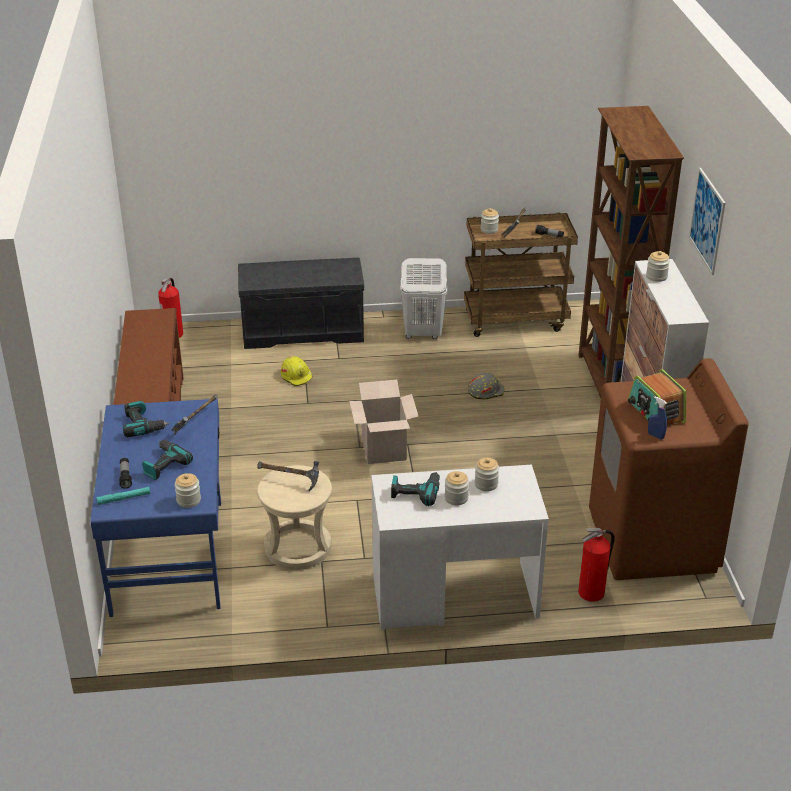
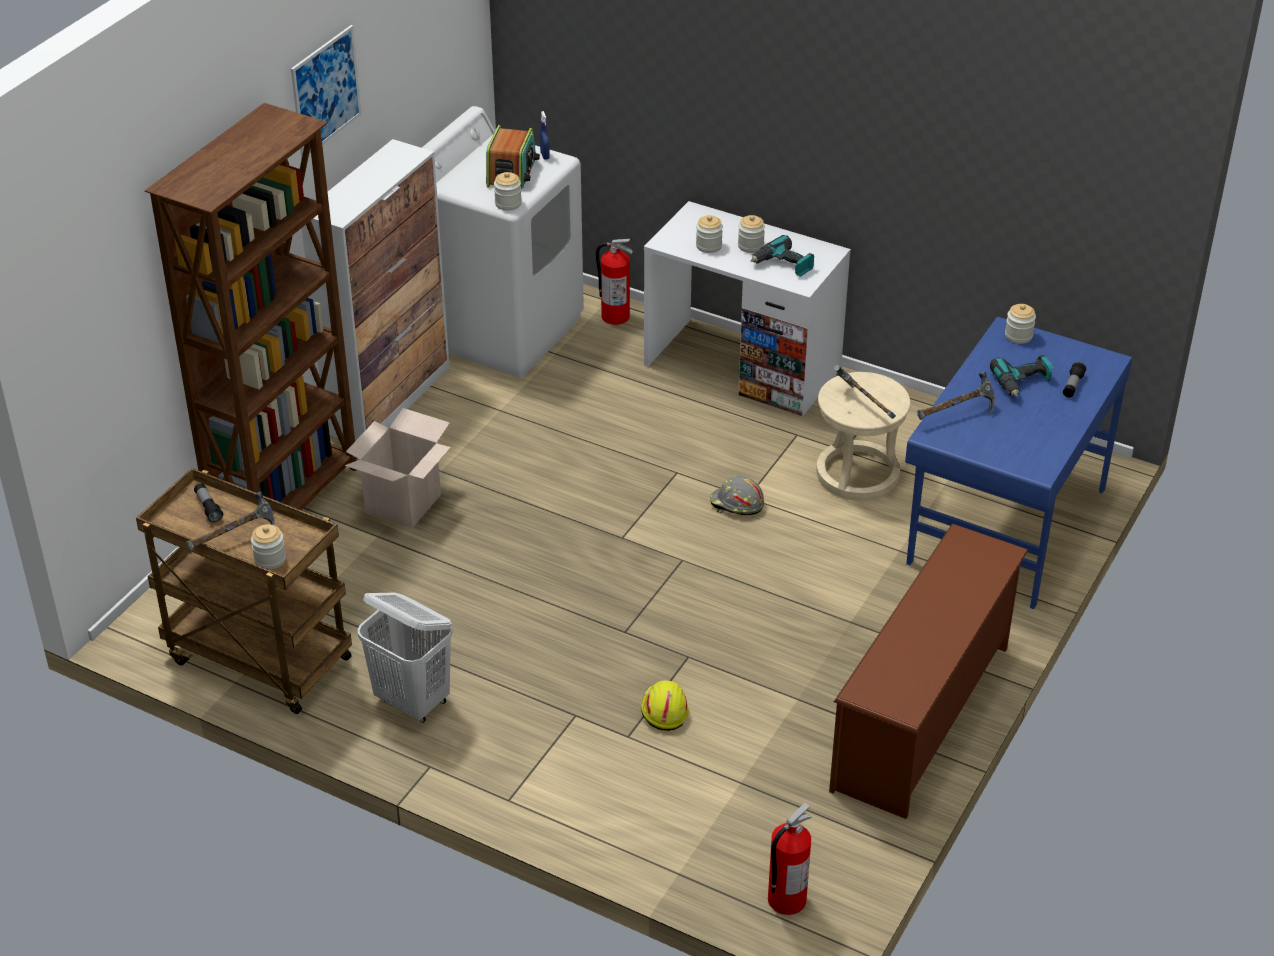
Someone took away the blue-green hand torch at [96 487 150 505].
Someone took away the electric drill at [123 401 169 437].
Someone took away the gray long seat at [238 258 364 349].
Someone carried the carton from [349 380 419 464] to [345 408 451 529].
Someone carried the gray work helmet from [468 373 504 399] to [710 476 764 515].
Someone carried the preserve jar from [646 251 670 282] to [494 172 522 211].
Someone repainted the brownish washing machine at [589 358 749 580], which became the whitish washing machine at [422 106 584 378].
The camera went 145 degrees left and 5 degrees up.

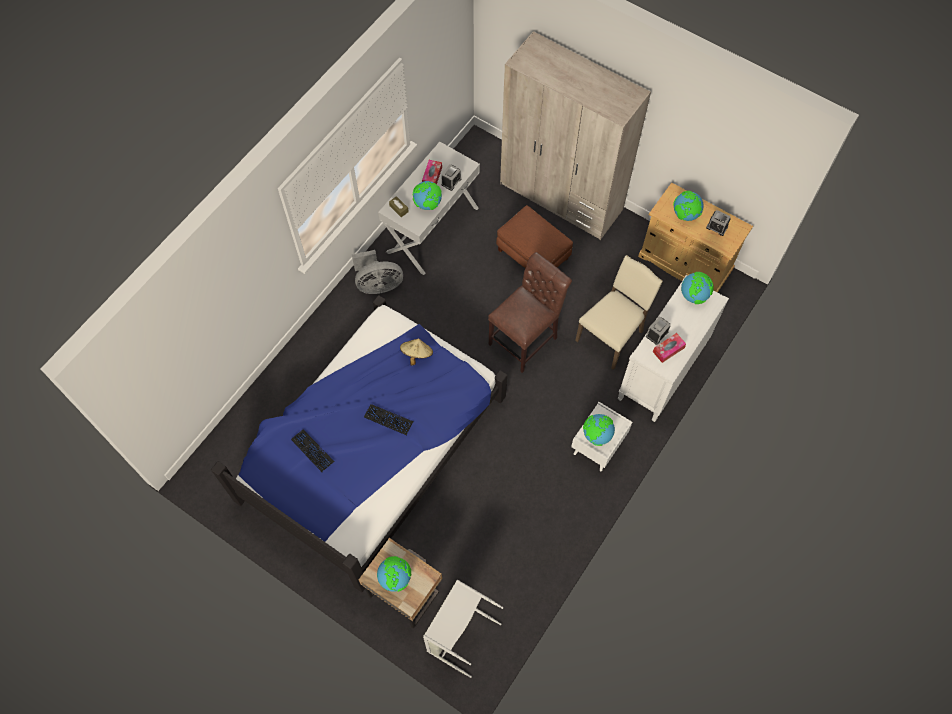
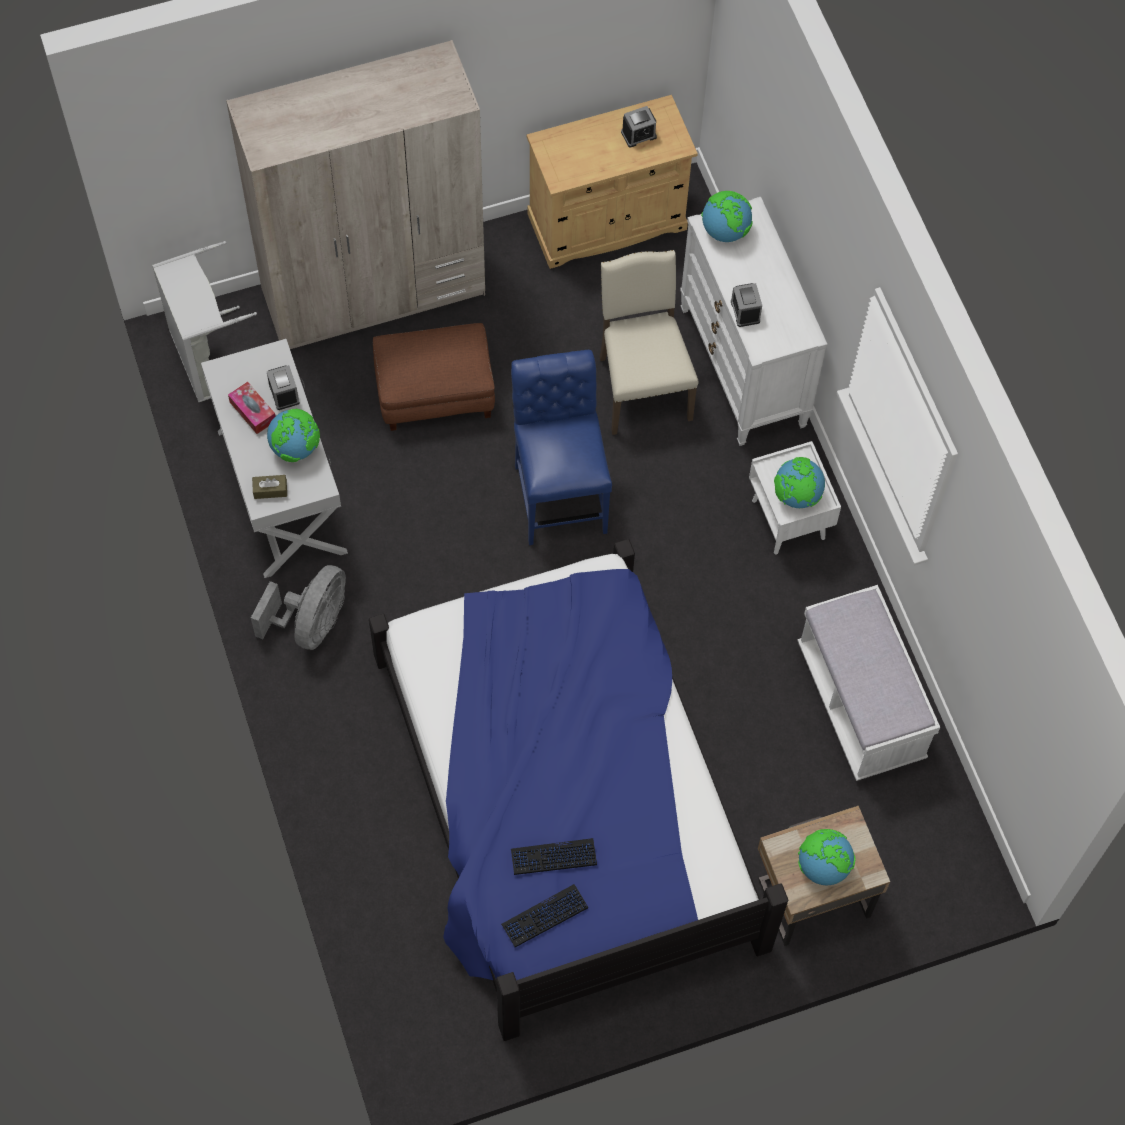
Someone took away the sand-coloured hat at [400 338 433 366].
Someone took away the box of tissues at [653 333 686 363].
Someone took away the globe at [673 191 704 221].
Someone put down the whitish long seat at [797 585 940 781].
Someone carried the computer keyboard from [364 404 414 435] to [501 884 588 948].
Someone carried the gray washing basket from [423 580 503 678] to [152 241 257 402].
Someone repainted the brownish plain chair at [488 252 572 373], which became the bluish plain chair at [511 350 612 545].
The camera went 55 degrees left and 0 degrees up.

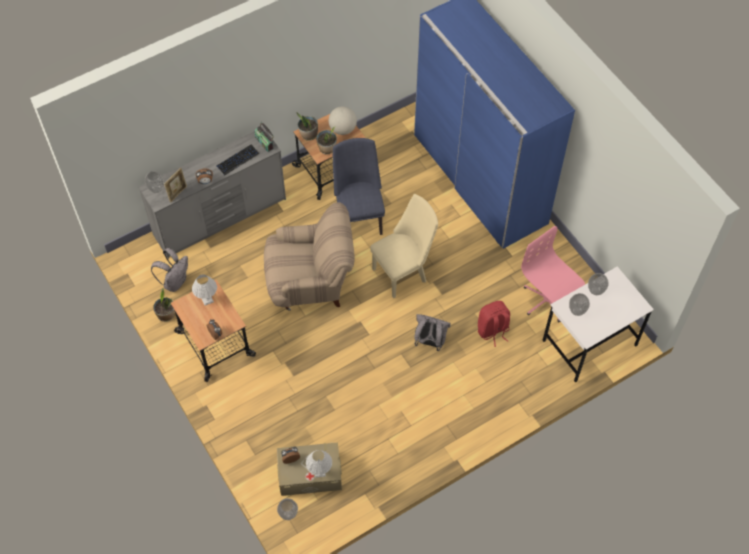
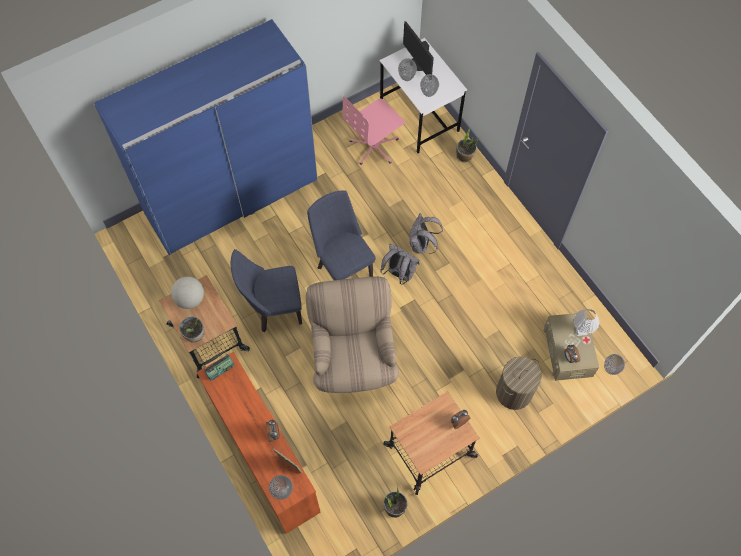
Someone took away the whitish tabletop lamp at [192 274 217 306].
Someone took away the computer keyboard at [216 145 259 176].
Someone took away the red knapsack at [478 301 510 347].
Someone put down the monitor at [403 21 434 75].
Someone put down the washing basket at [496 357 542 410].
Someone carried the gray knapsack from [151 248 188 292] to [380 244 420 285].
Someone carried the plant in a pot from [316 127 337 155] to [456 129 479 163].
Someone repainted the gray drawer chest at [138 127 286 259], which became the orange-coloured drawer chest at [196 352 321 534].
Someone repainted the sand-coloured plain chair at [370 194 438 299], which became the bluish plain chair at [307 191 375 280].
The camera went 90 degrees left and 5 degrees up.

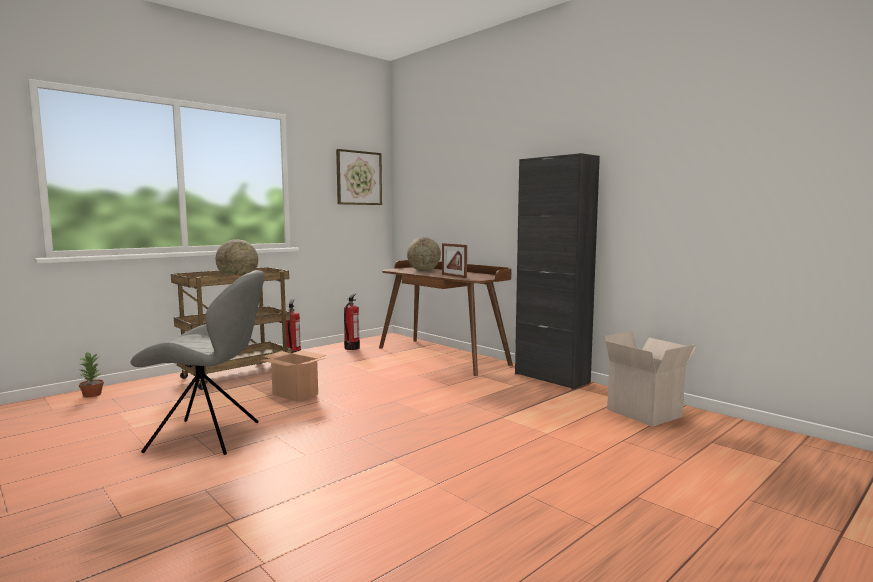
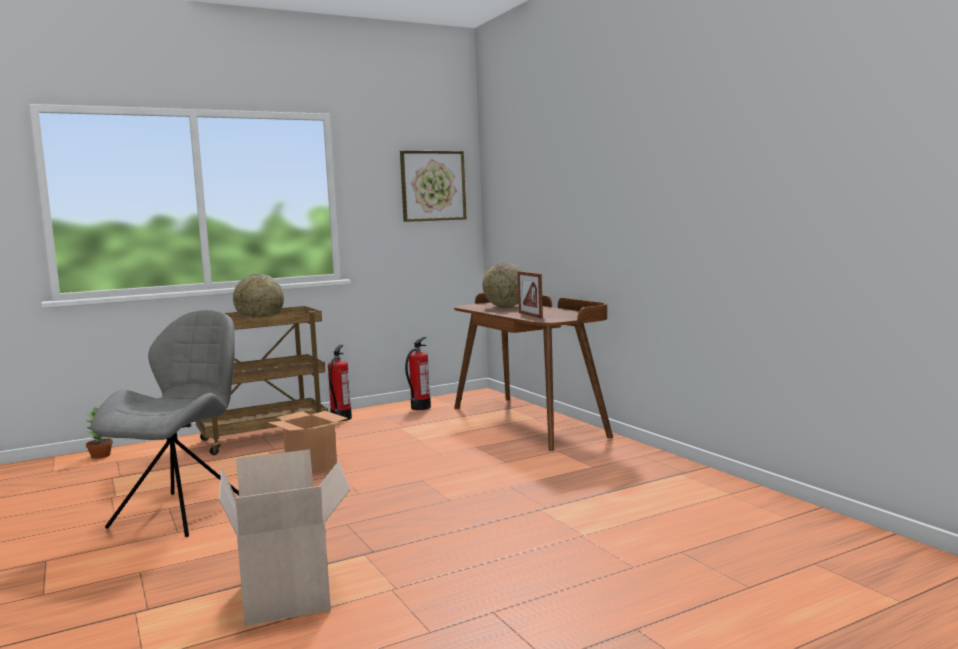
Someone took away the black-coloured storage cabinet at [515 153 600 390].
Someone carried the carton from [605 331 696 427] to [219 449 351 626].
Someone rotated the gray plain chair at [130 270 265 455] by 90 degrees counterclockwise.
The camera went 15 degrees right and 0 degrees up.

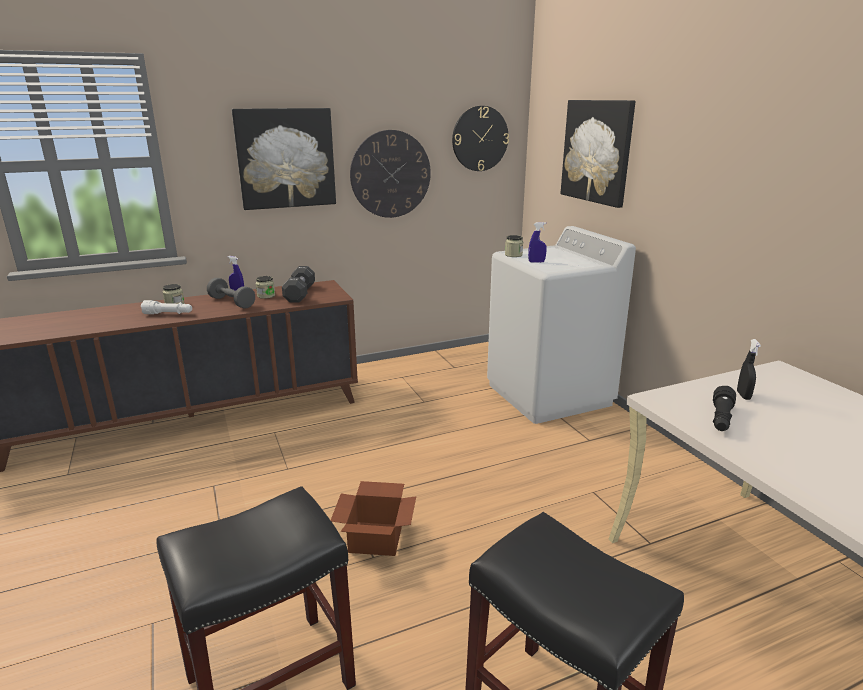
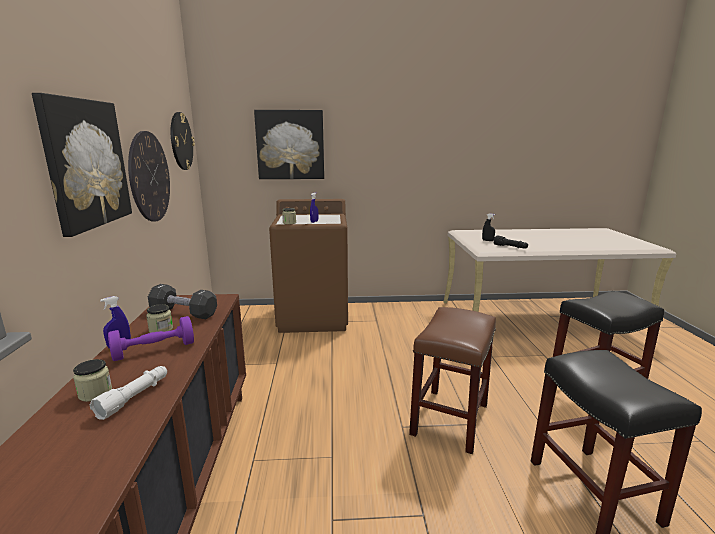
Someone swapped the carton at [331 481 416 556] for the brownish stool seat at [409 307 496 454].
Someone repainted the gray hand weight at [207 278 255 309], which became the purple hand weight at [108 316 194 361].
Someone repainted the whitish washing machine at [487 226 636 424], which became the brownish washing machine at [269 199 348 333].
The camera went 70 degrees left and 5 degrees down.

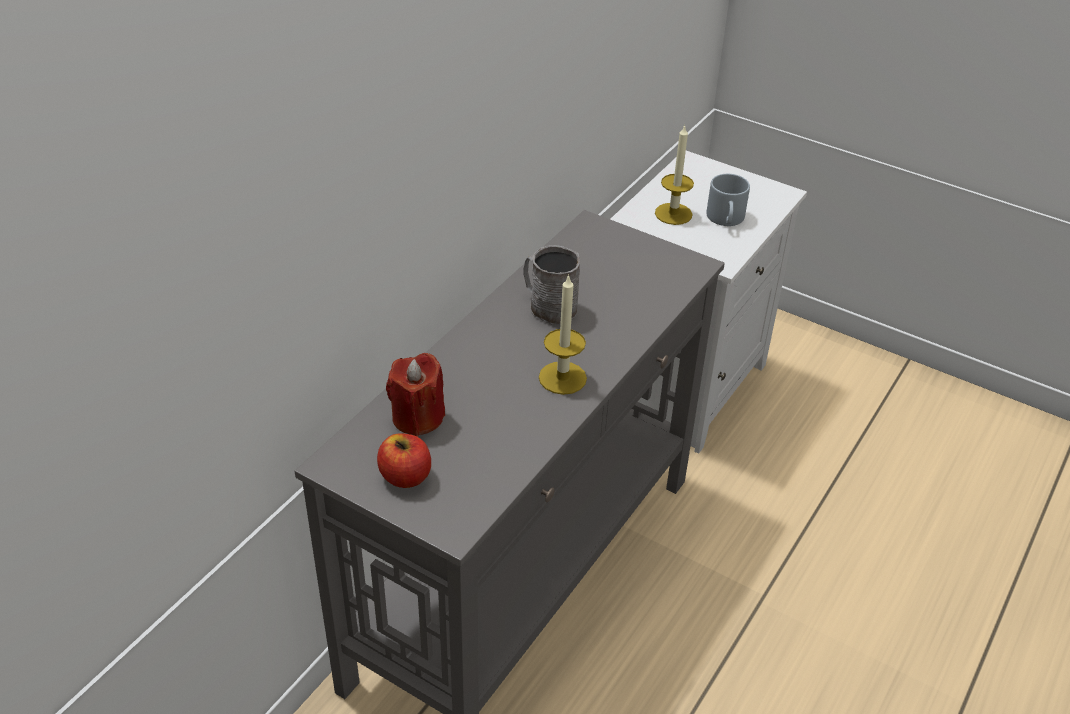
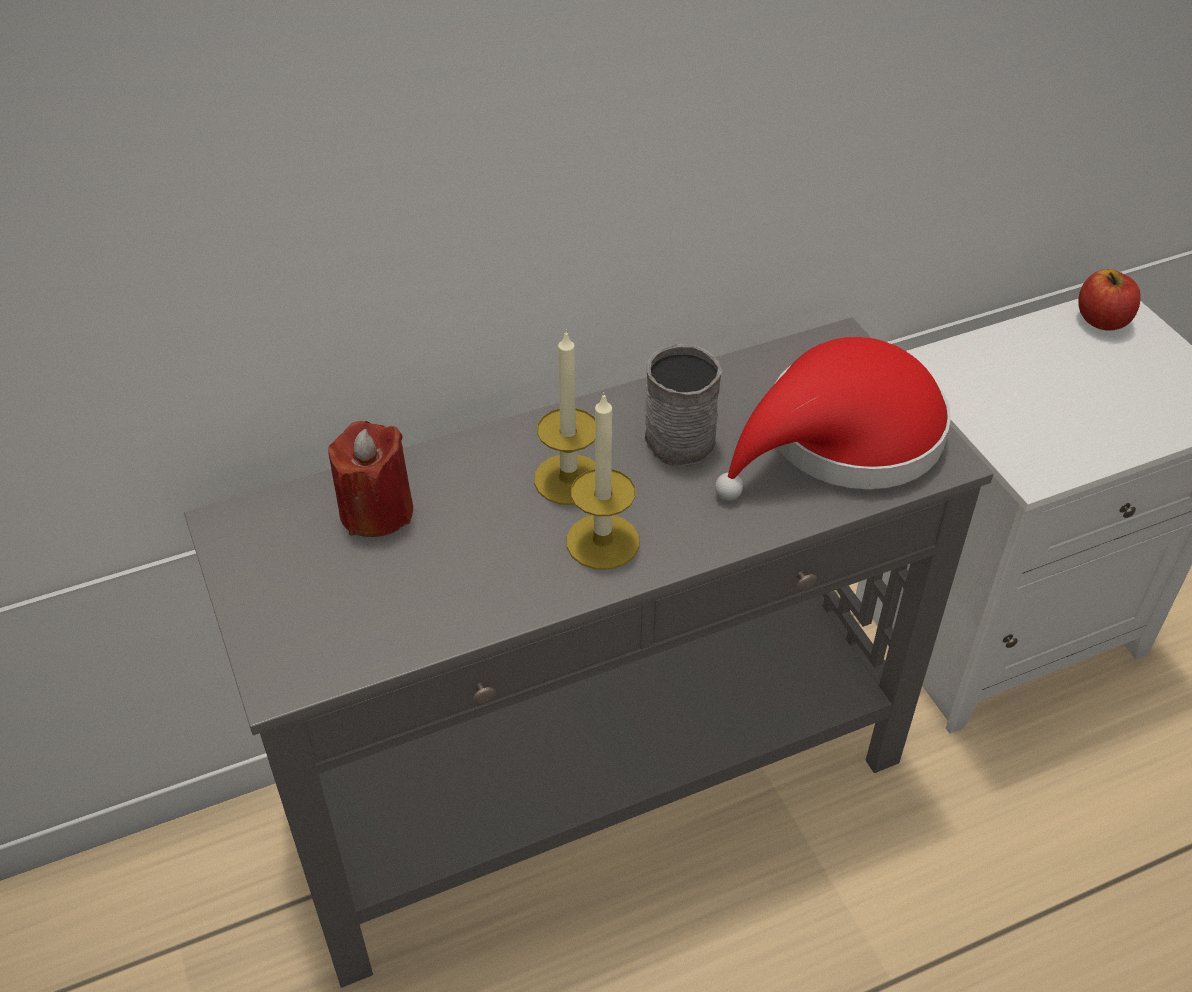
Someone took away the gray mug at [706 174 750 226].
Someone put down the red hat at [715 337 951 501].
Someone carried the whole apple from [377 433 431 488] to [1078 269 1141 331].
Someone carried the wax candle from [655 125 694 225] to [534 330 595 505].
The camera went 35 degrees right and 5 degrees up.

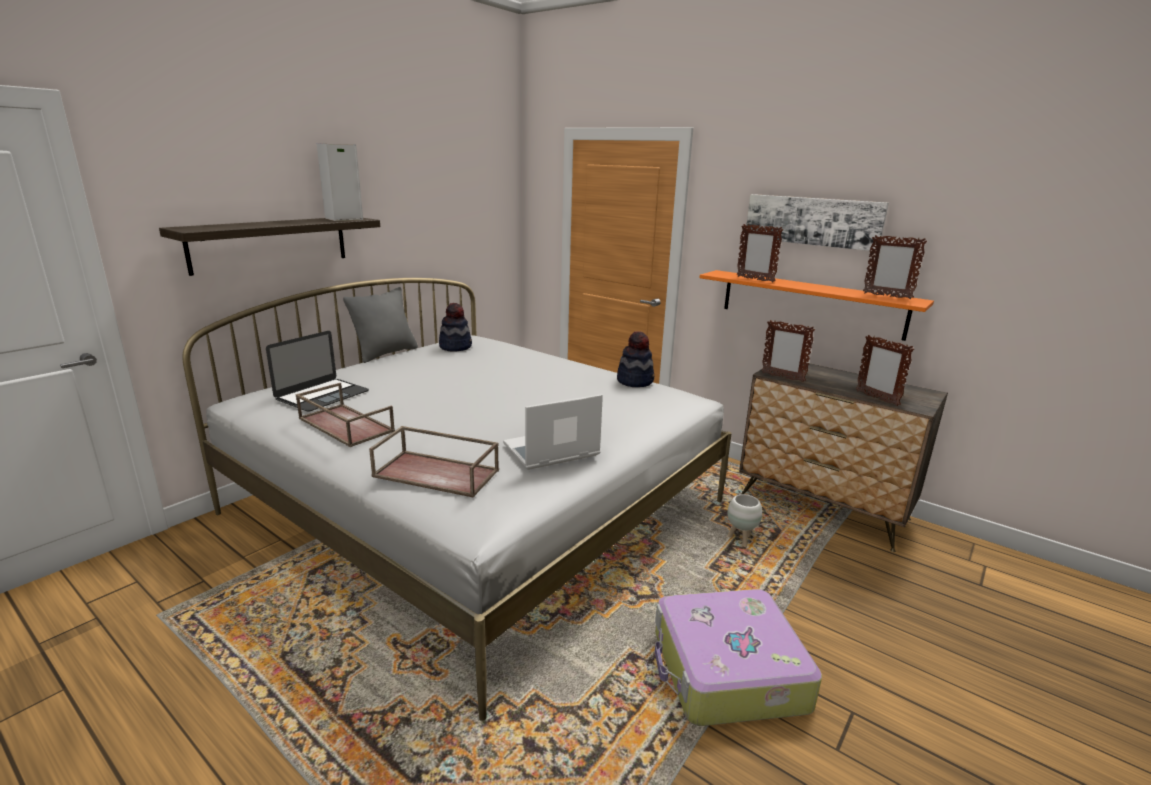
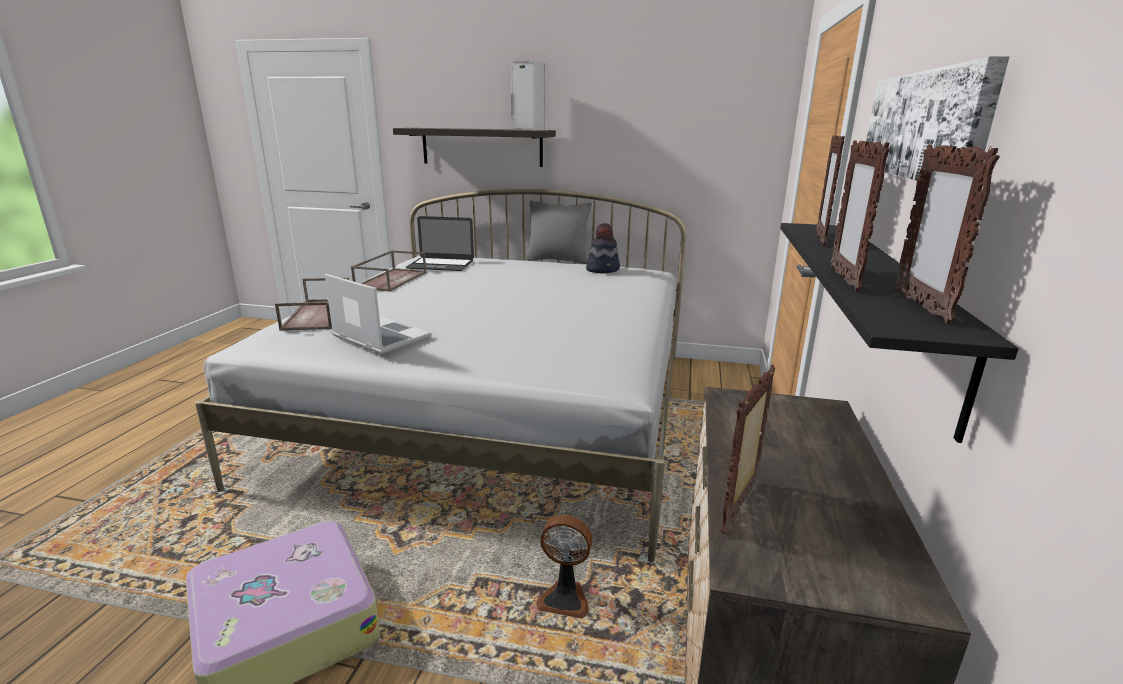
Someone took away the hat at [617 331 654 387].
Someone carried the standing frame from [761 320 815 382] to [831 141 890 292].
Someone swapped the whitish flower pot at [727 494 762 547] for the fan at [536 515 592 619].
Someone repainted the orange-coloured shelf at [700 270 934 341], which became the black-coloured shelf at [780 223 1019 443].
The camera went 65 degrees right and 0 degrees up.

